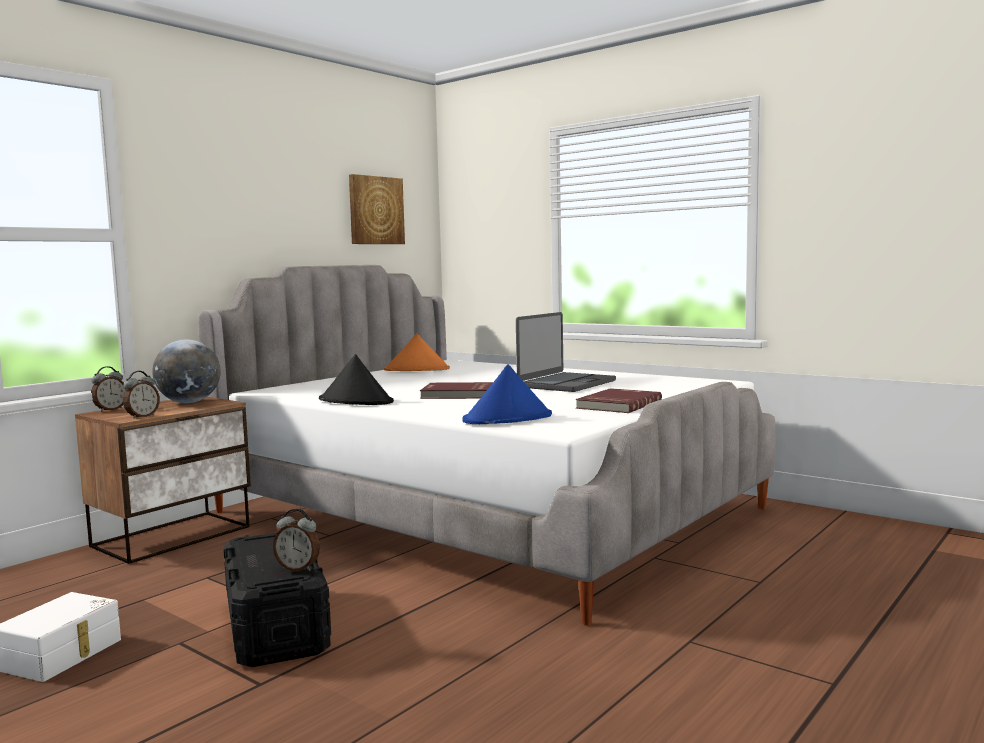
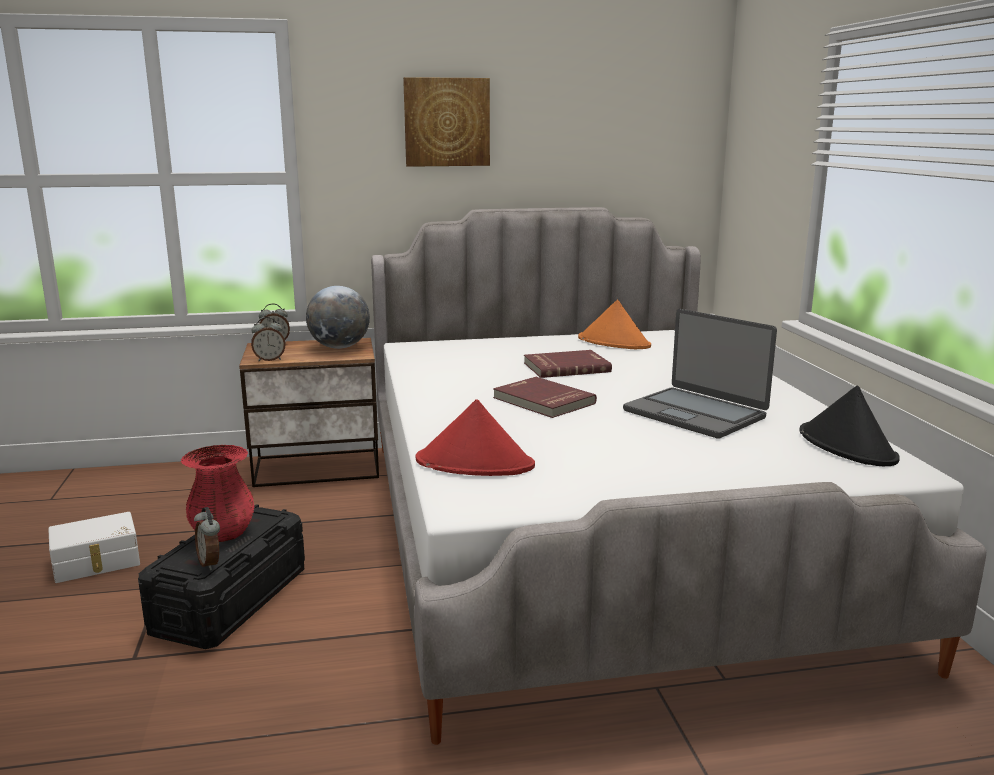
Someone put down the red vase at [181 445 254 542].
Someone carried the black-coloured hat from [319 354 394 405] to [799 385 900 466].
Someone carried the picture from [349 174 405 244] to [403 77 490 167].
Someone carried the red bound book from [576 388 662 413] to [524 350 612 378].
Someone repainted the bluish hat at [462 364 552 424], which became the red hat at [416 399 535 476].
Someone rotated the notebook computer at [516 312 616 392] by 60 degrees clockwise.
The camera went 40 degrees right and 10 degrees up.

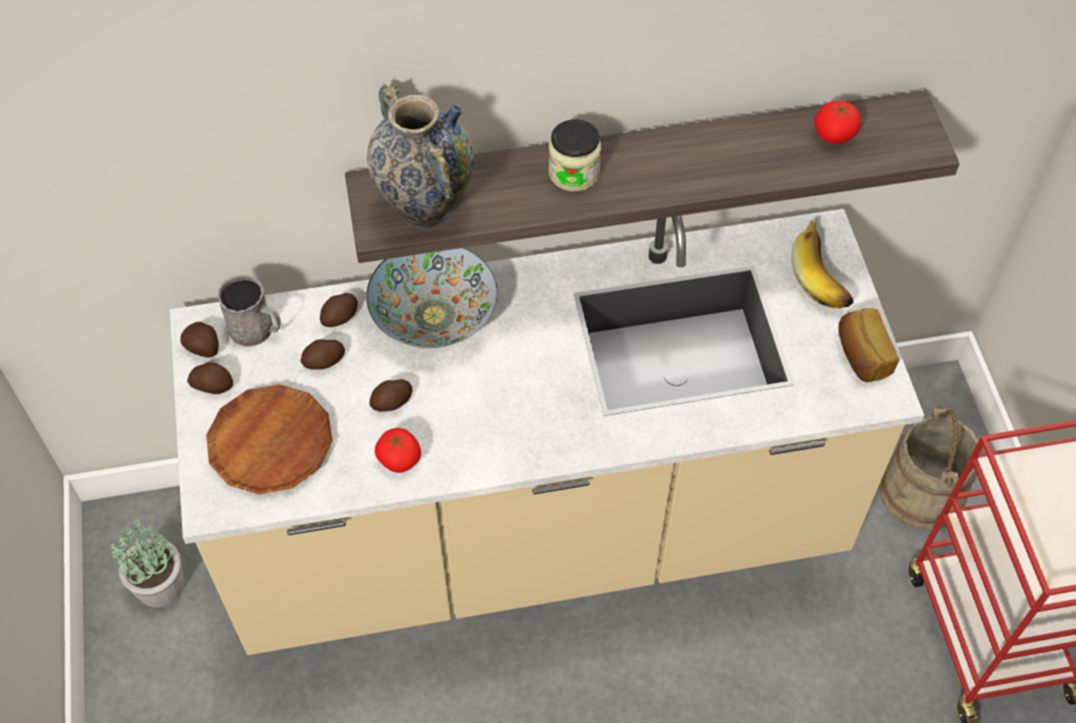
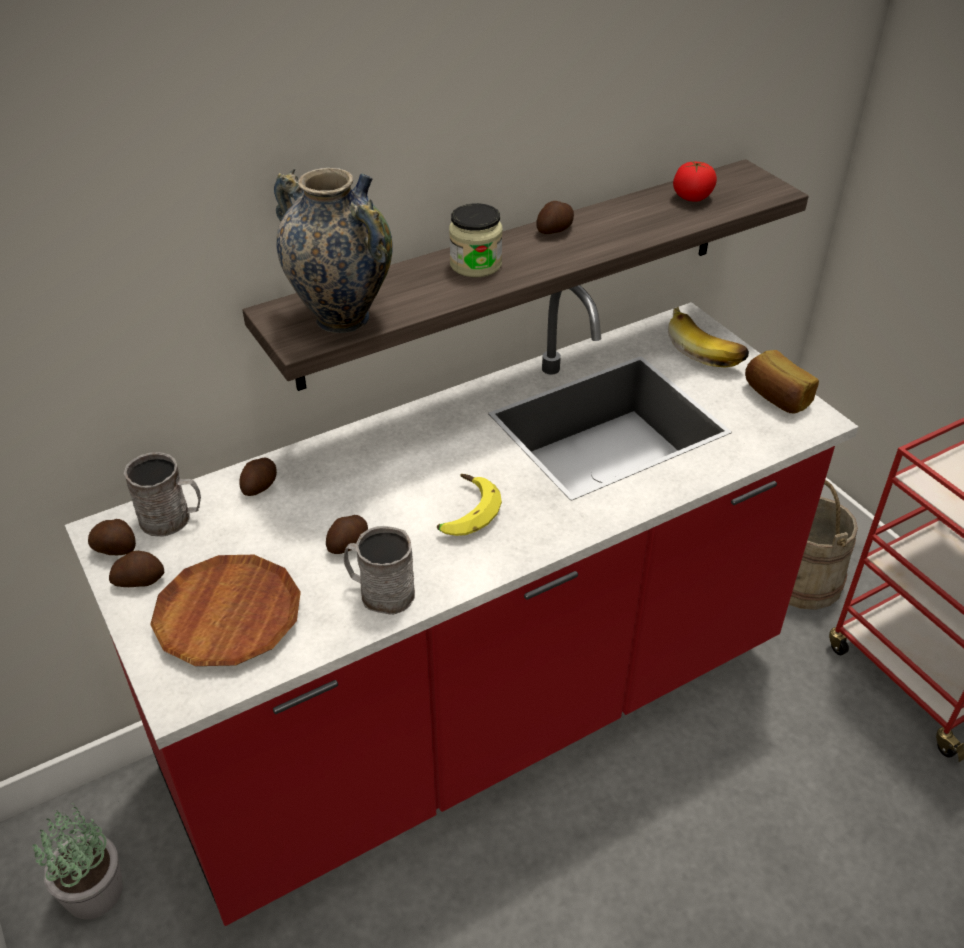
Someone took away the bowl at [366 248 497 348].
Someone put down the whole banana at [437 474 502 536].
Someone carried the spud from [300 339 345 370] to [536 201 574 234].
Someone swapped the fresh tomato at [375 428 421 473] for the gray mug at [344 526 415 615].
Someone repainted the sand-coloured kitchen counter at [170 209 924 655], which became the red kitchen counter at [65 285 859 926].
The camera went 20 degrees left and 15 degrees down.

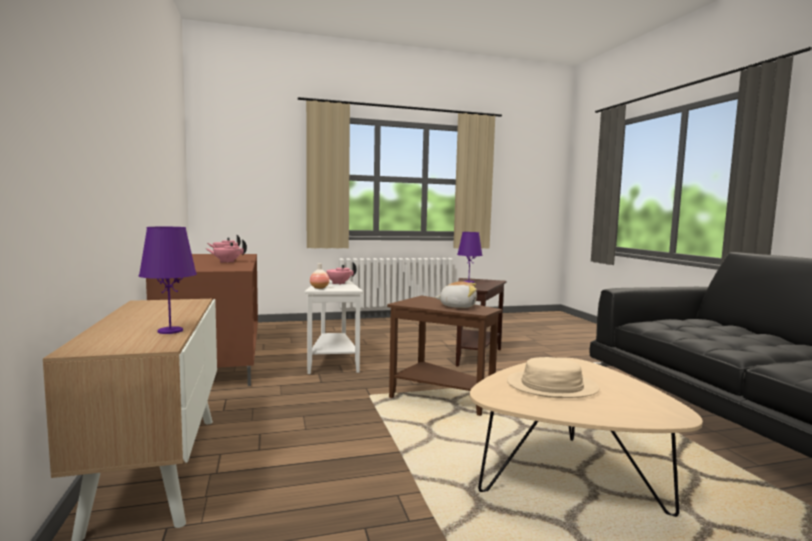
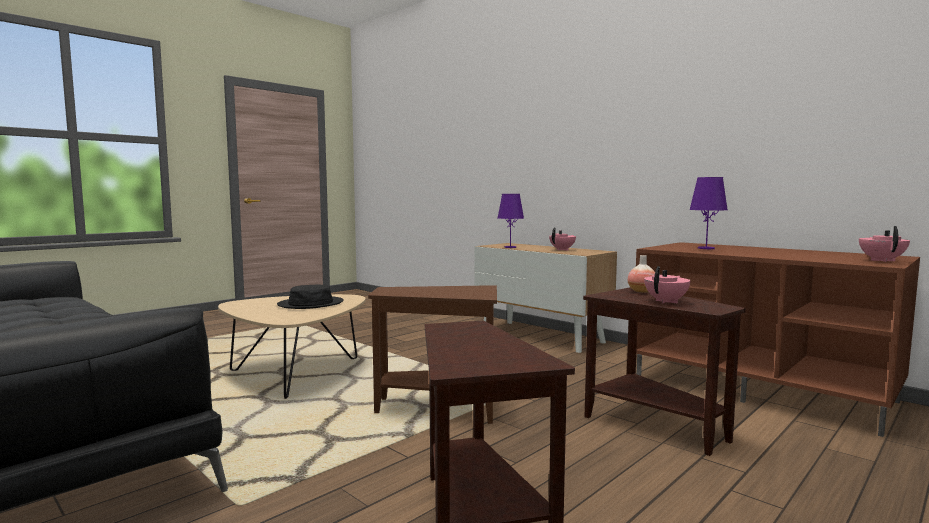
Someone took away the plush toy at [435 281 477 308].
Someone carried the pink-coloured pot for tea from [205 239 247 263] to [549 227 576 251].
Someone carried the purple tabletop lamp from [457 232 483 283] to [689 177 728 249].
Someone repainted the whitish accent table at [304 279 363 374], which became the brownish accent table at [583 287 746 456].
Someone repainted the sand-coloured hat at [507 357 599 398], which became the black-coloured hat at [277 285 344 309].
The camera went 150 degrees right and 0 degrees up.

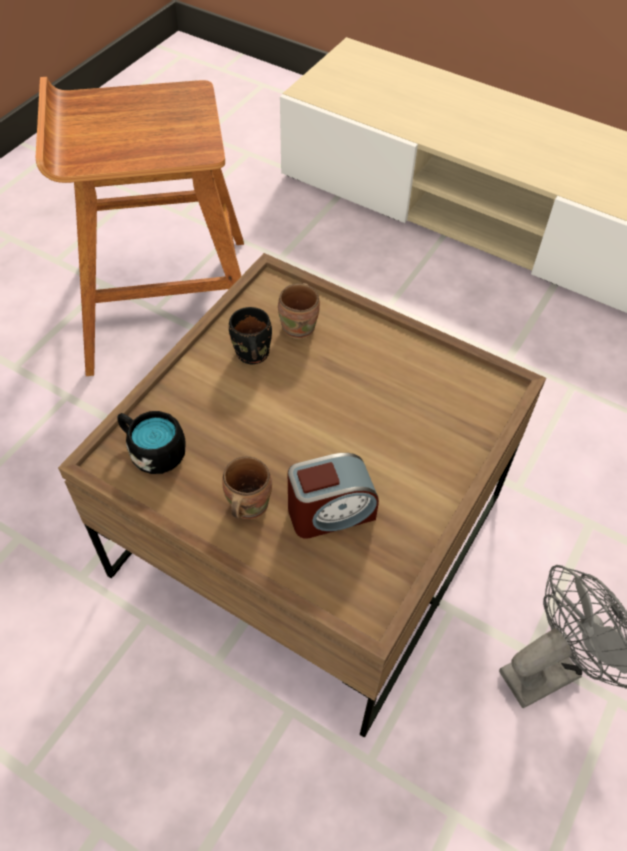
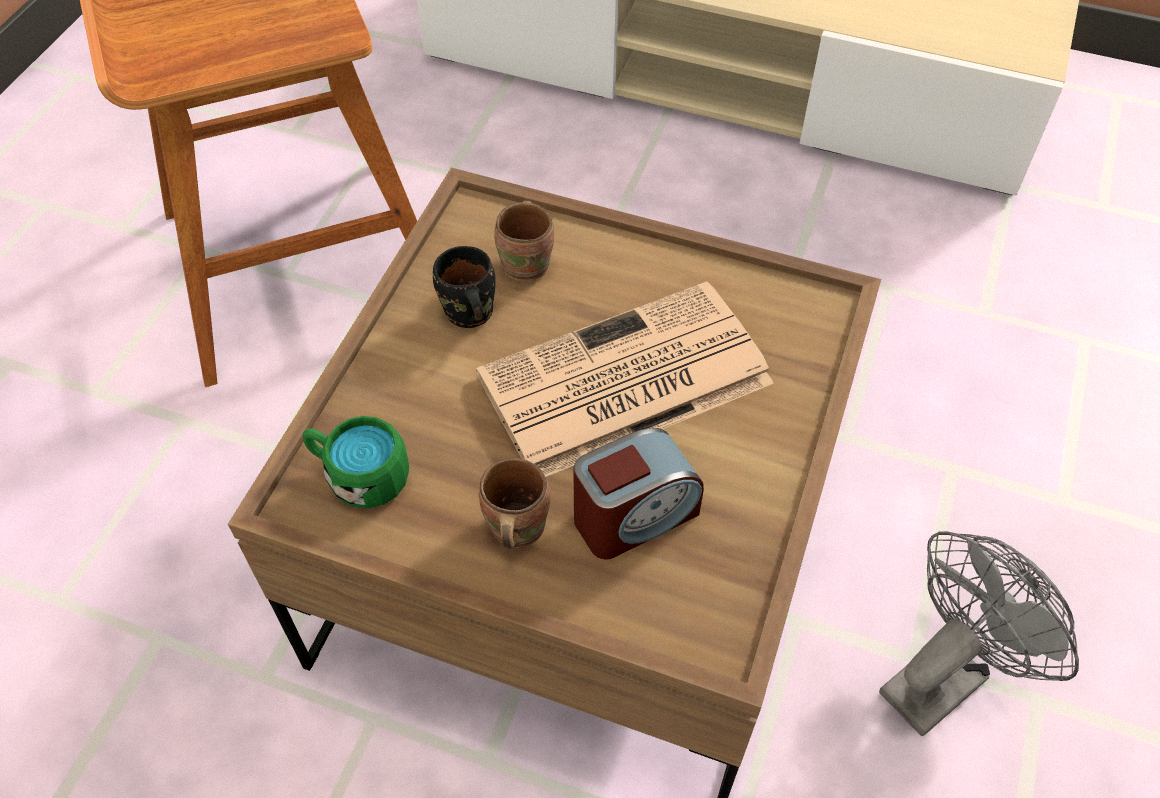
Someone put down the printed paper at [476 281 774 477].
Someone repainted the black-coloured mug at [117 411 186 474], which became the green mug at [303 416 409 508].
The camera went 10 degrees left and 0 degrees up.

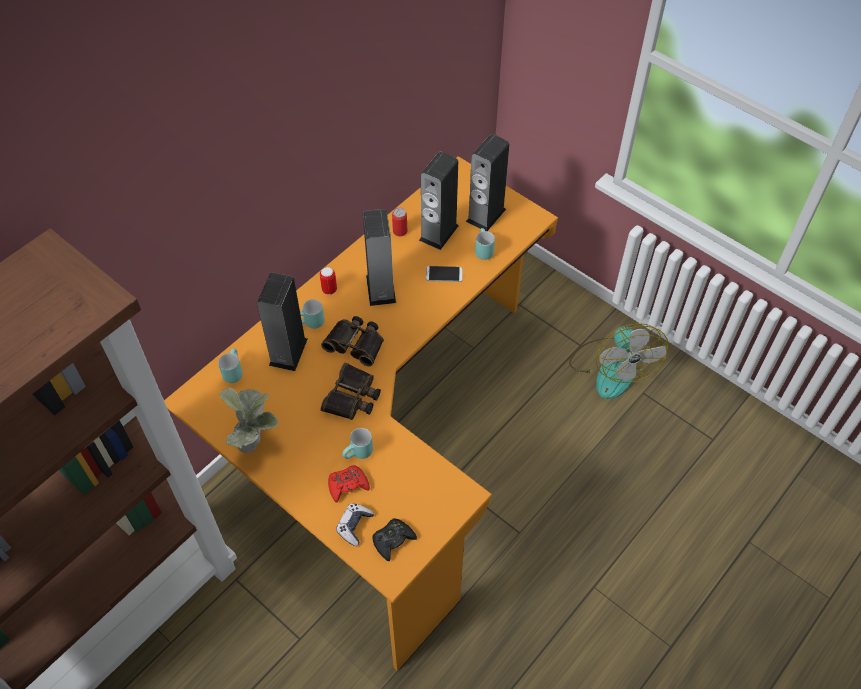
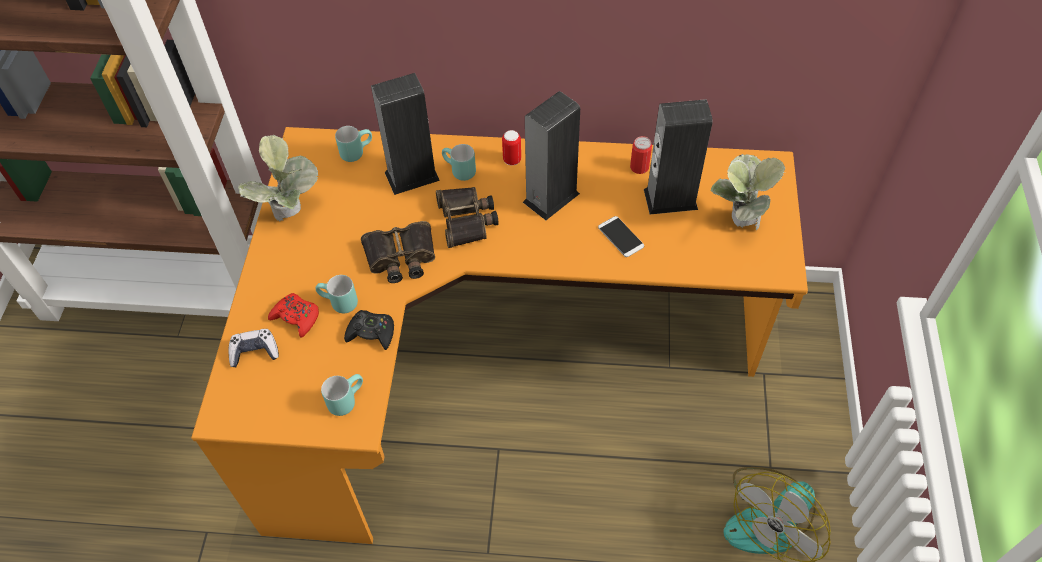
Someone carried the black-coloured game controller from [373 518 417 561] to [344 310 394 350].
Someone carried the blue-green mug from [475 228 495 260] to [321 374 363 416].
Someone swapped the loudspeaker at [466 134 509 231] for the plant in a pot at [711 154 785 230].
The camera went 55 degrees right and 0 degrees up.

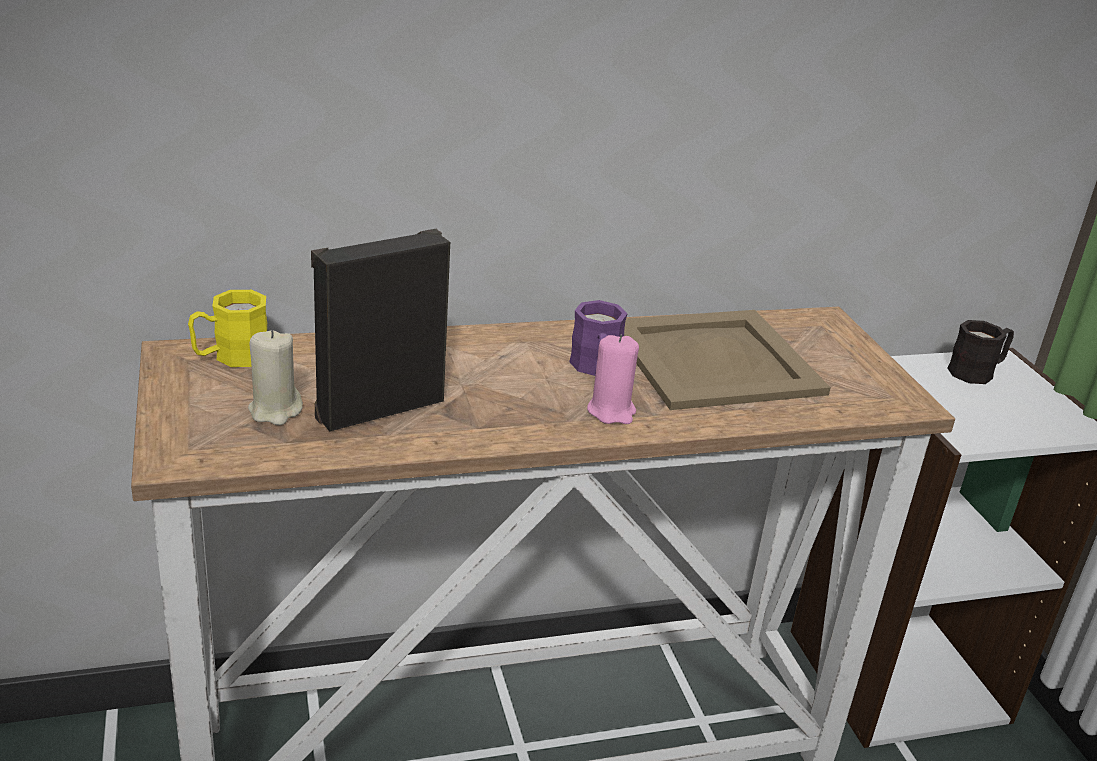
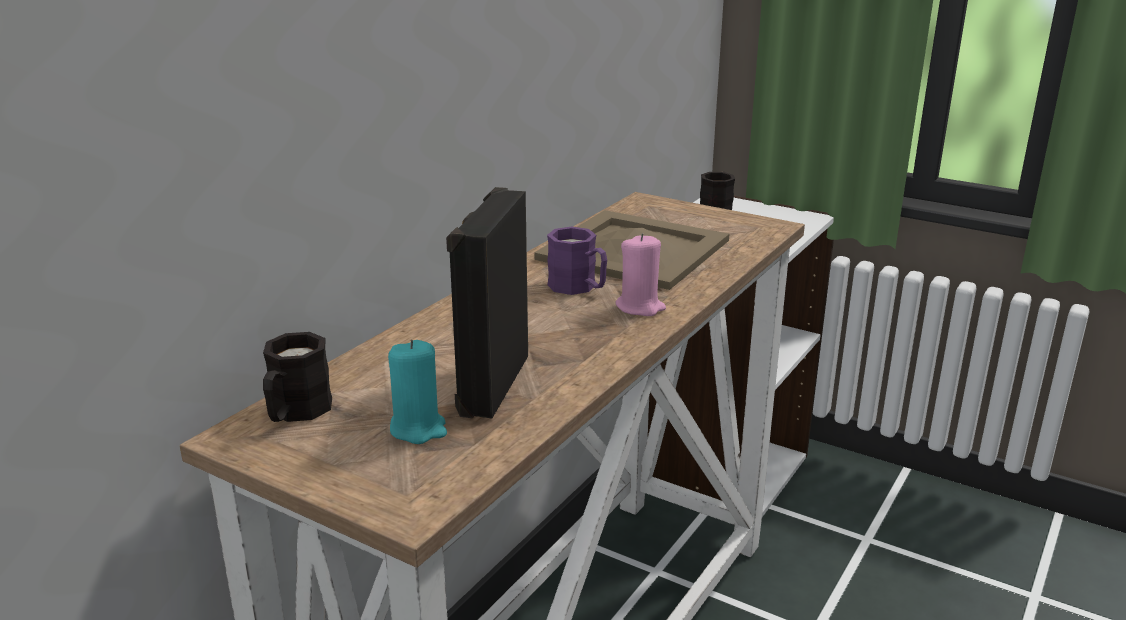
Someone repainted the yellow mug at [188 290 267 367], which became the black-coloured mug at [263 332 332 422].
Someone repainted the sand-coloured wax candle at [248 330 303 425], which became the blue-green wax candle at [388 340 447 444].
The camera went 40 degrees left and 5 degrees down.

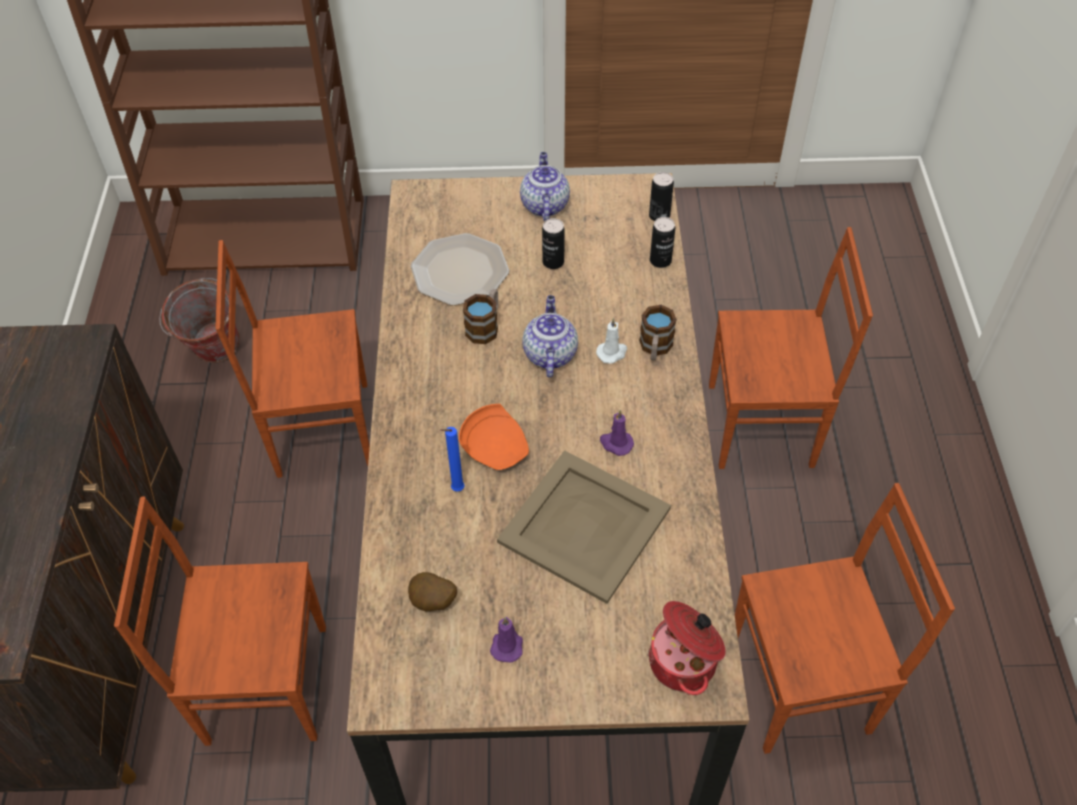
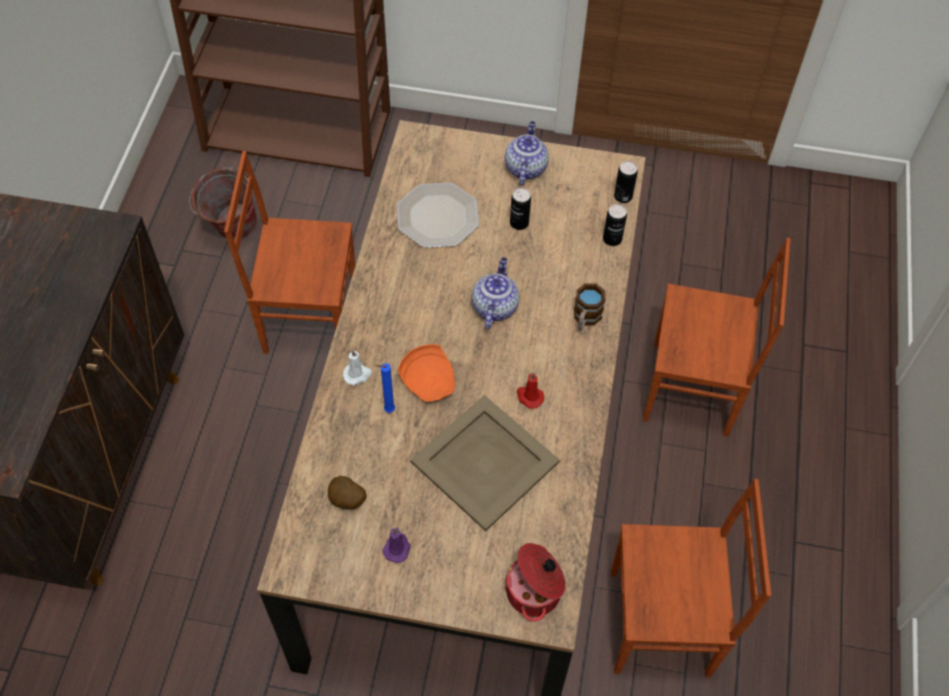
Someone took away the brownish plain chair at [114 496 326 746].
Someone took away the mug at [463 289 498 344].
Someone carried the whitish wax candle from [596 318 627 364] to [343 350 372 385].
Someone repainted the purple wax candle at [600 410 634 456], which became the red wax candle at [517 373 544 409].
The camera went 10 degrees right and 5 degrees up.

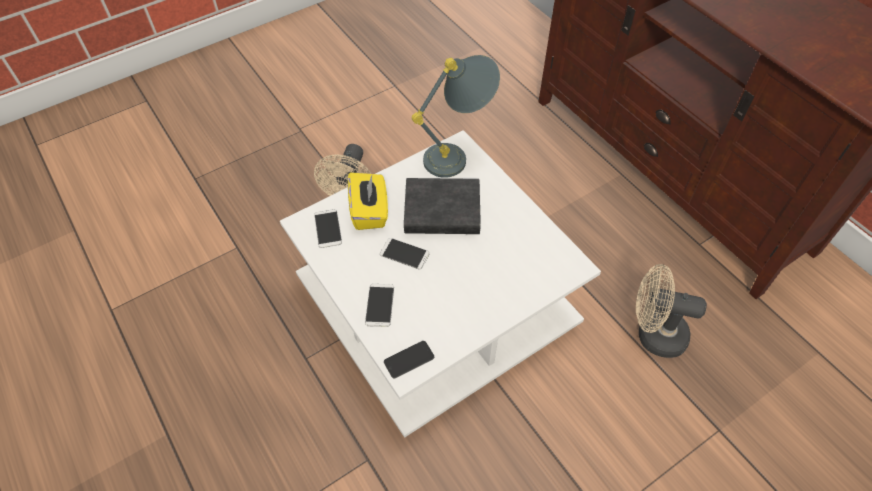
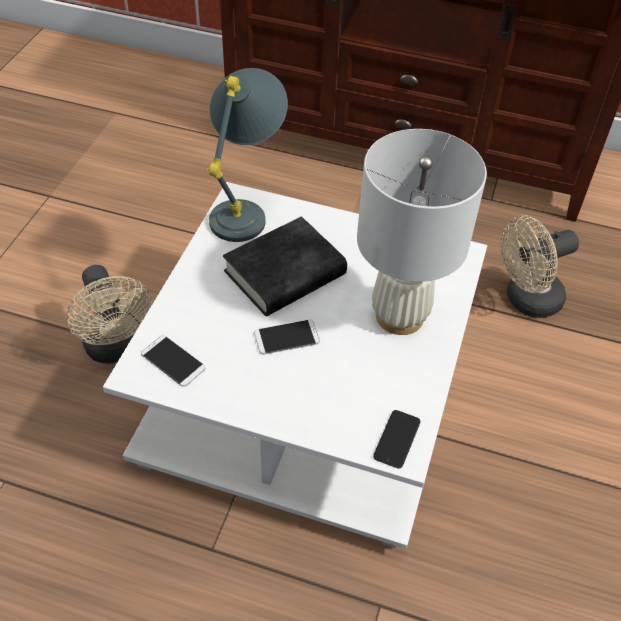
Someone took away the yellow box of tissues at [348 173 388 230].
Someone took away the handset at [365 284 394 327].
Someone put down the whitish tabletop lamp at [357 129 487 335].
The camera went 40 degrees left and 5 degrees down.

